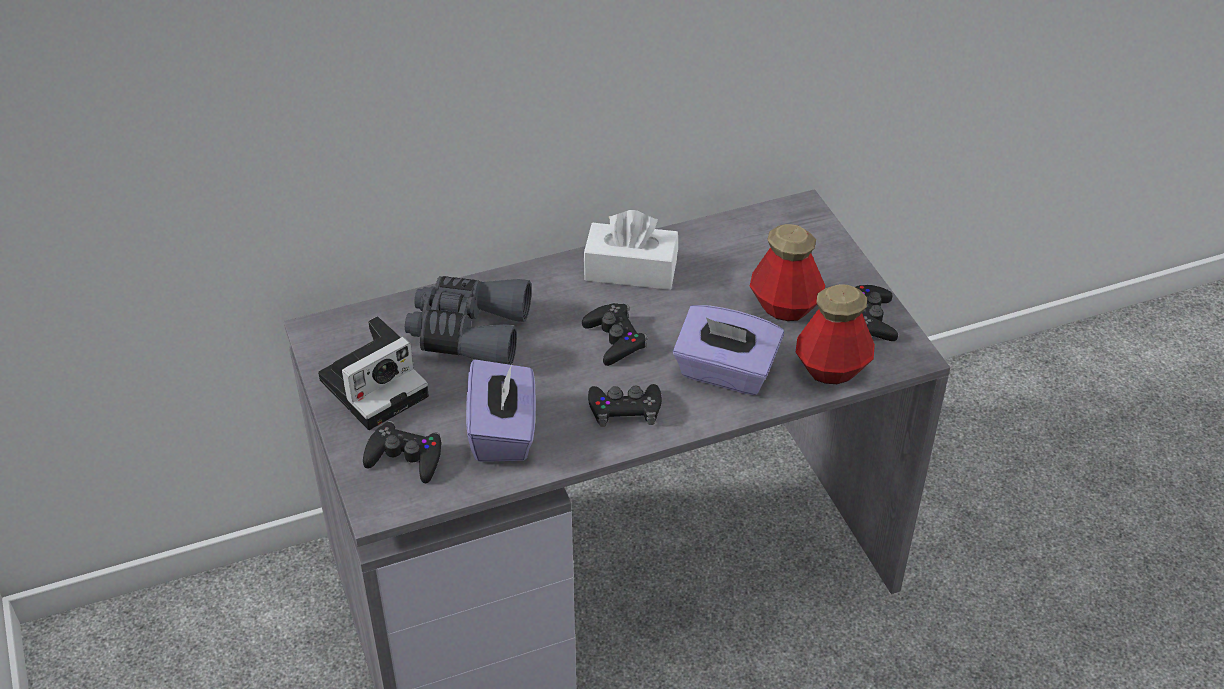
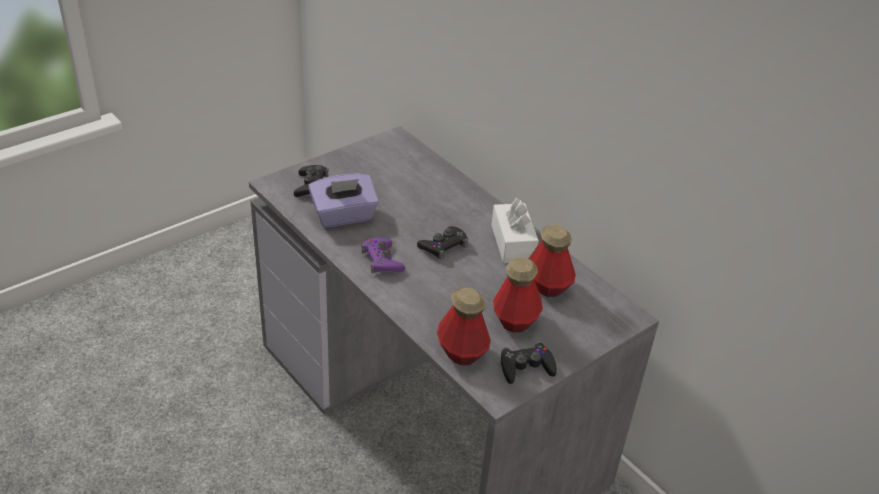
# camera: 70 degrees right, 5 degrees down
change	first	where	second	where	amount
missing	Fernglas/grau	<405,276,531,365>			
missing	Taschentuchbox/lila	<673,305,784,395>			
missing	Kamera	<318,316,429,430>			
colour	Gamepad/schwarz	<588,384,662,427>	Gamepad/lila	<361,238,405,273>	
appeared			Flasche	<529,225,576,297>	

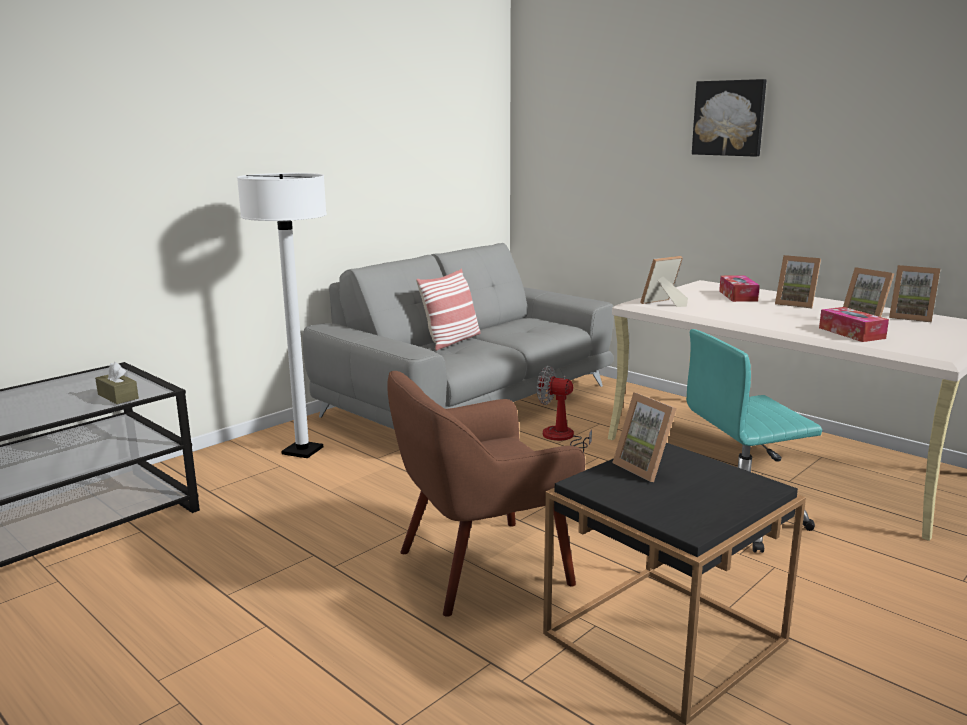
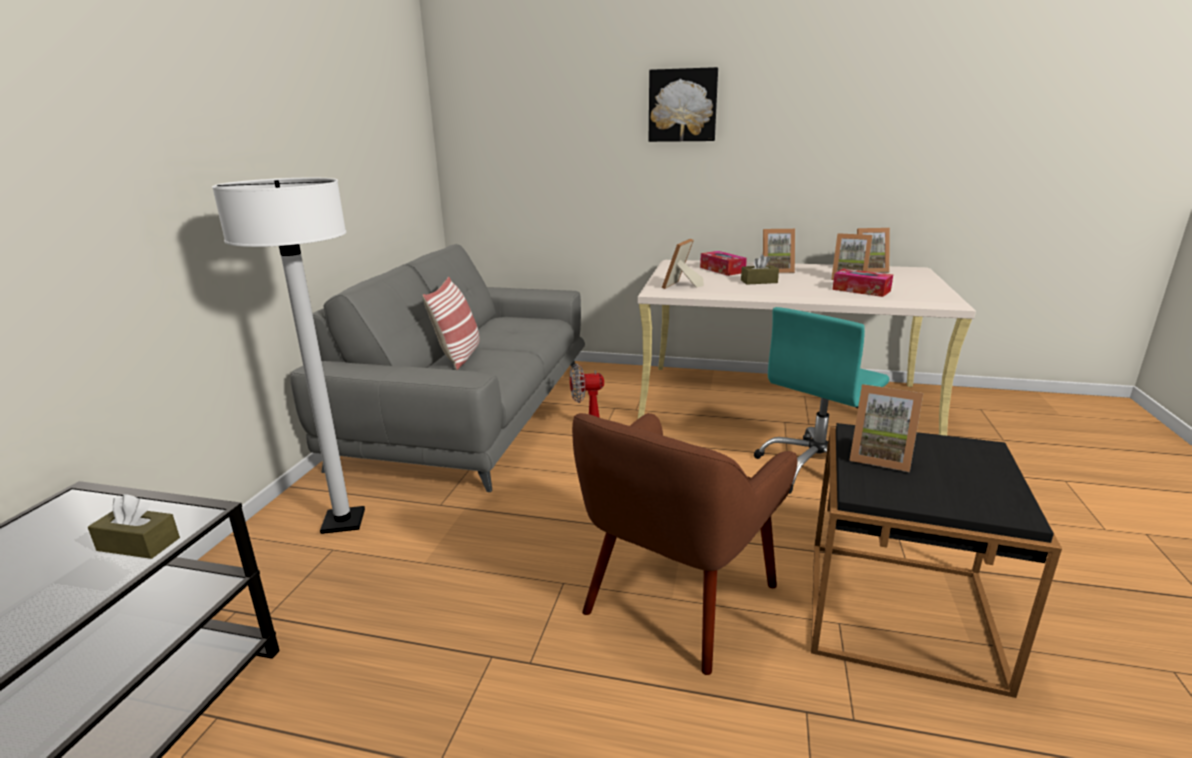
# camera: 30 degrees left, 5 degrees up
change	first	where	second	where	amount
appeared			Taschentuchbox/braun	<741,254,779,285>	

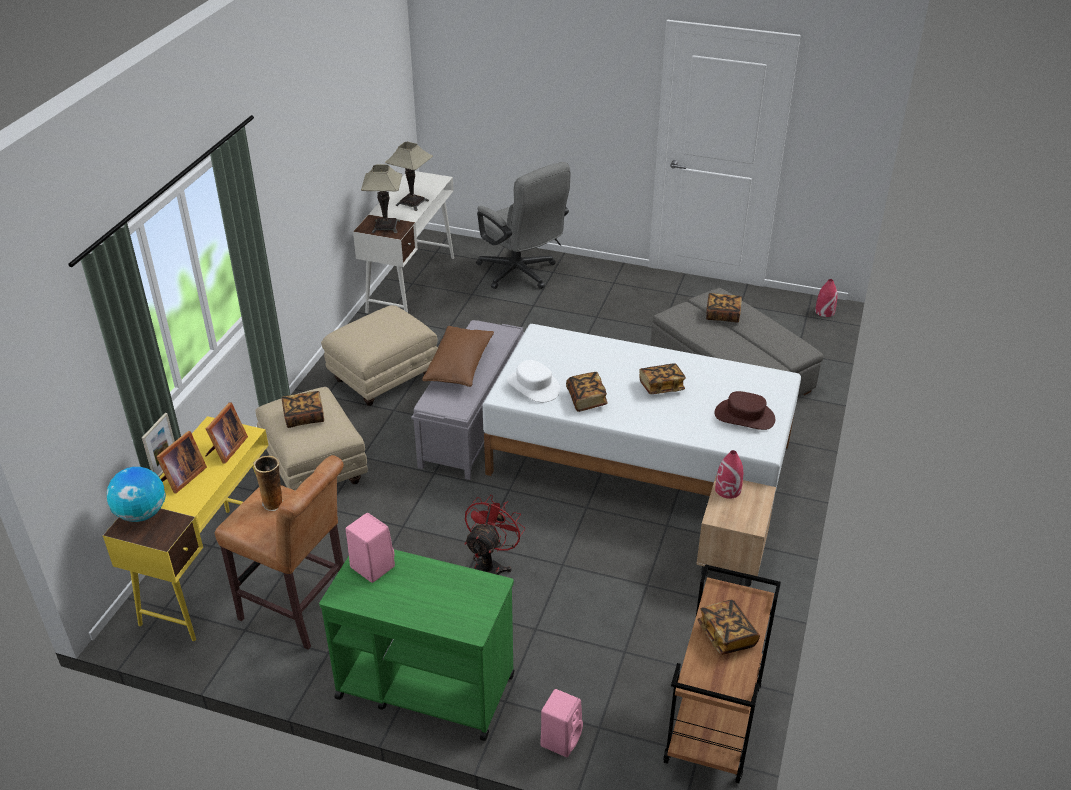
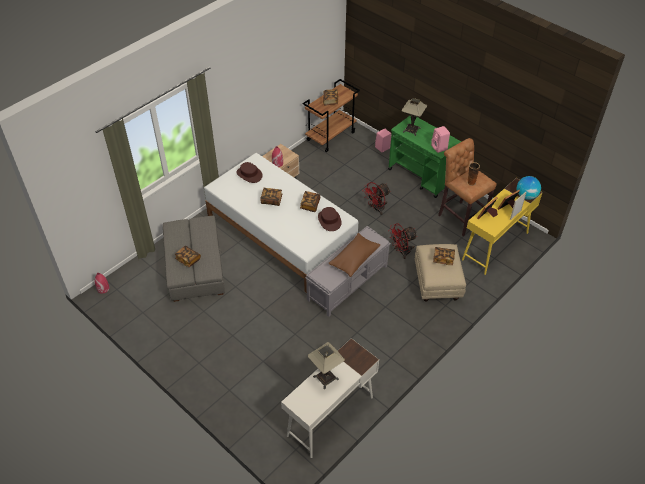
# camera: 155 degrees left, 10 degrees up
change	first	where	second	where	amount
missing	Bürostuhl/grau	<476,162,570,289>			
relocated	Tischlampe	<361,165,402,233>		<401,98,427,136>	
missing	Polsterhocker/beige	<321,305,438,406>			
colour	Hut/weiß	<507,360,560,402>	Hut/braun	<318,207,342,231>	
appeared			Ventilator/rot	<389,223,418,259>	

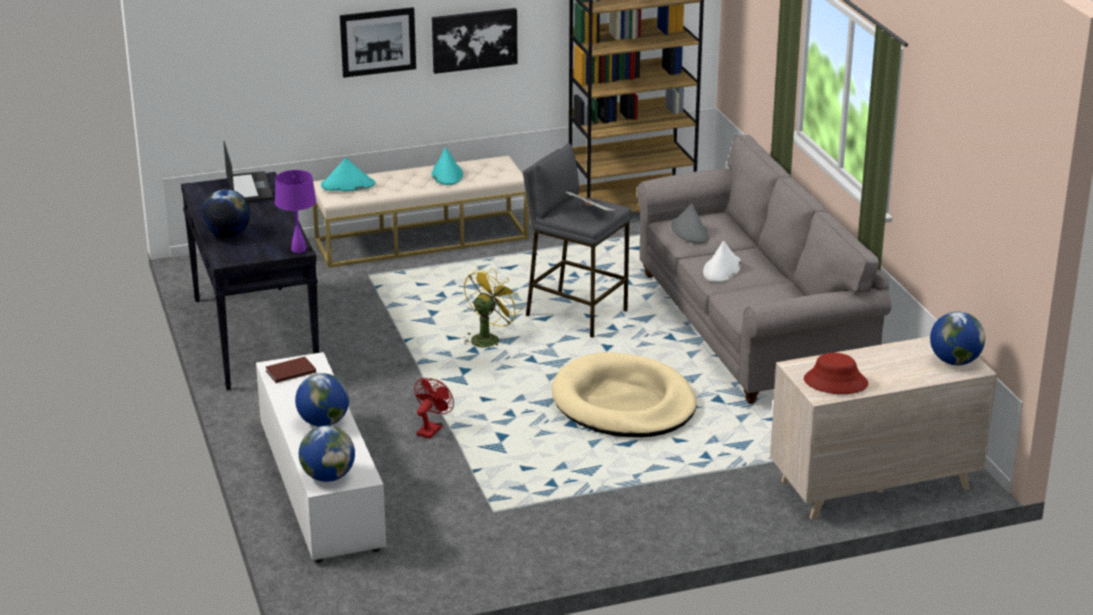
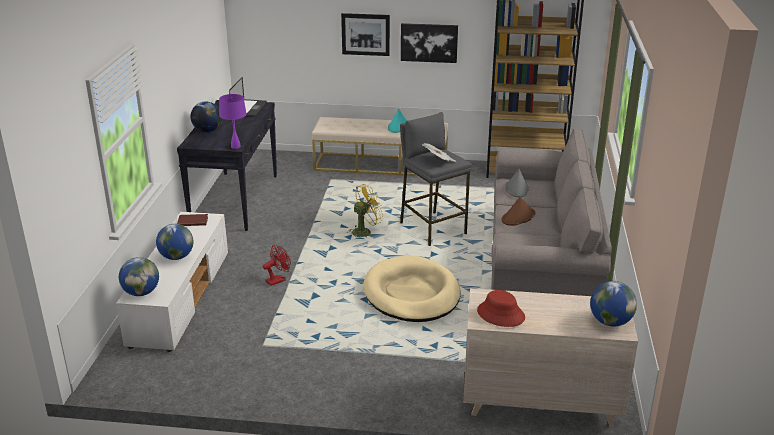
# camera: 25 degrees right, 0 degrees up
change	first	where	second	where	amount
missing	Hut/türkis	<321,158,375,191>			
colour	Hut/weiß	<703,241,741,282>	Hut/braun	<502,197,535,226>	

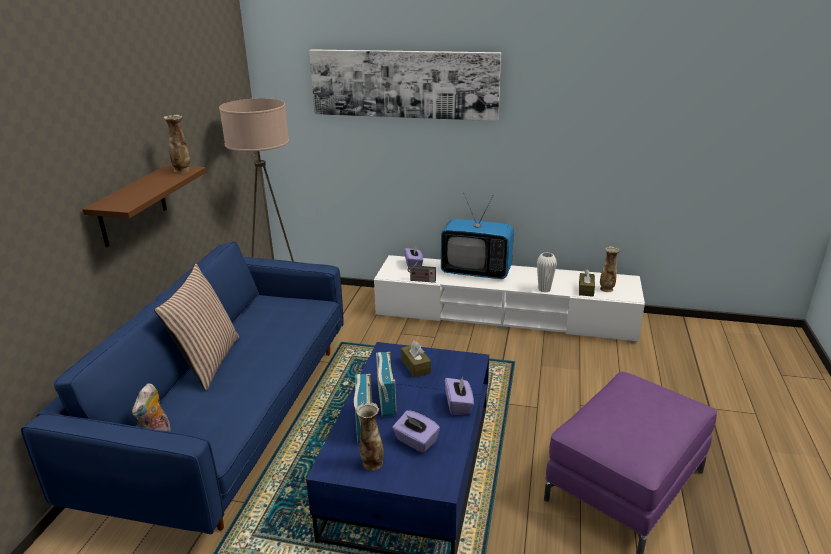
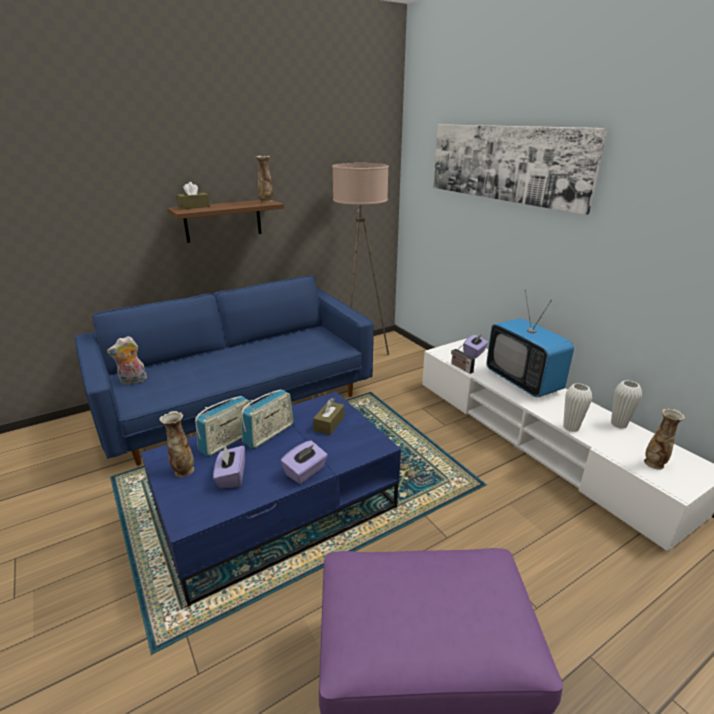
# camera: 45 degrees right, 0 degrees up
change	first	where	second	where	amount
missing	Kissen	<154,264,239,391>			
relocated	Taschentuchbox/braun	<579,269,595,297>		<176,182,210,209>	
appeared			Vase/weiß	<611,380,642,429>	

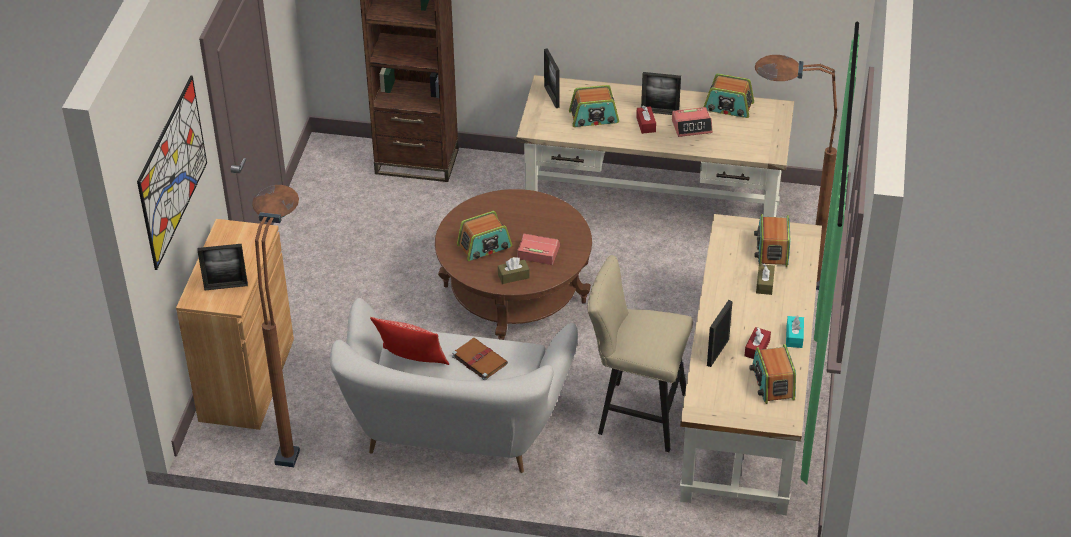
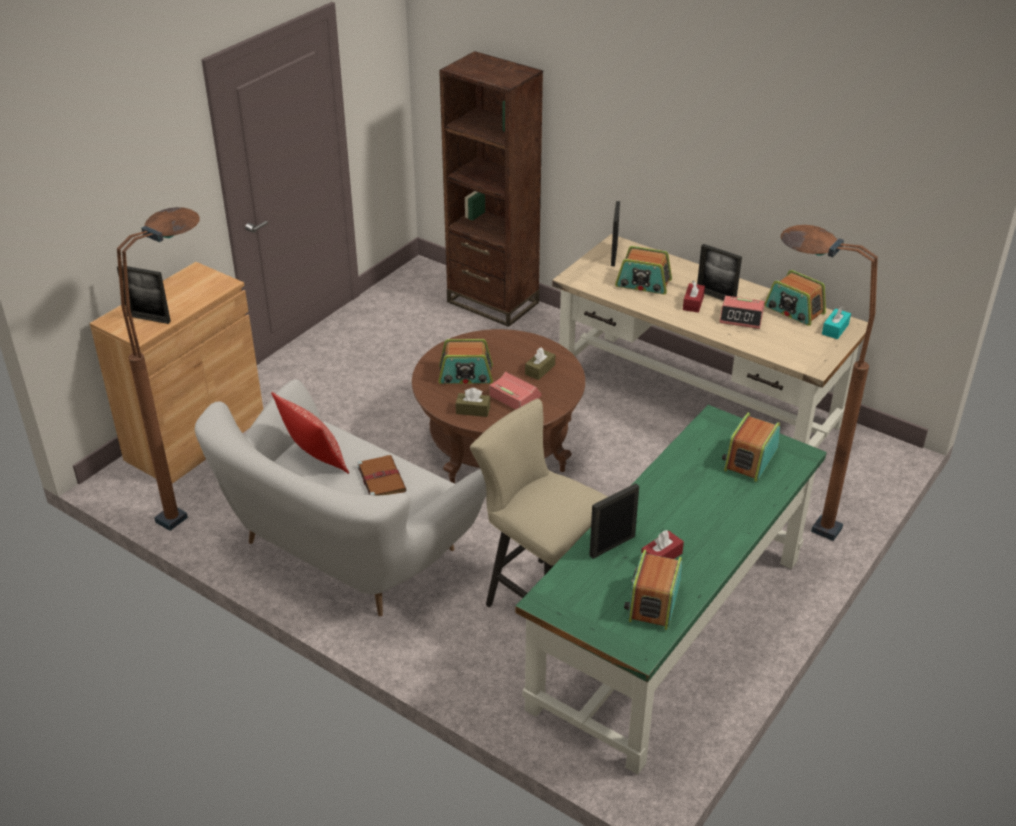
# camera: 25 degrees right, 5 degrees down
change	first	where	second	where	amount
missing	Bild	<137,76,207,270>			
colour	Schreibtisch/beige	<680,214,822,515>	Schreibtisch/grün	<515,405,827,774>	
relocated	Taschentuchbox/braun	<756,264,775,295>		<525,347,555,380>	
relocated	Taschentuchbox/türkis	<786,315,804,348>		<822,306,851,339>	

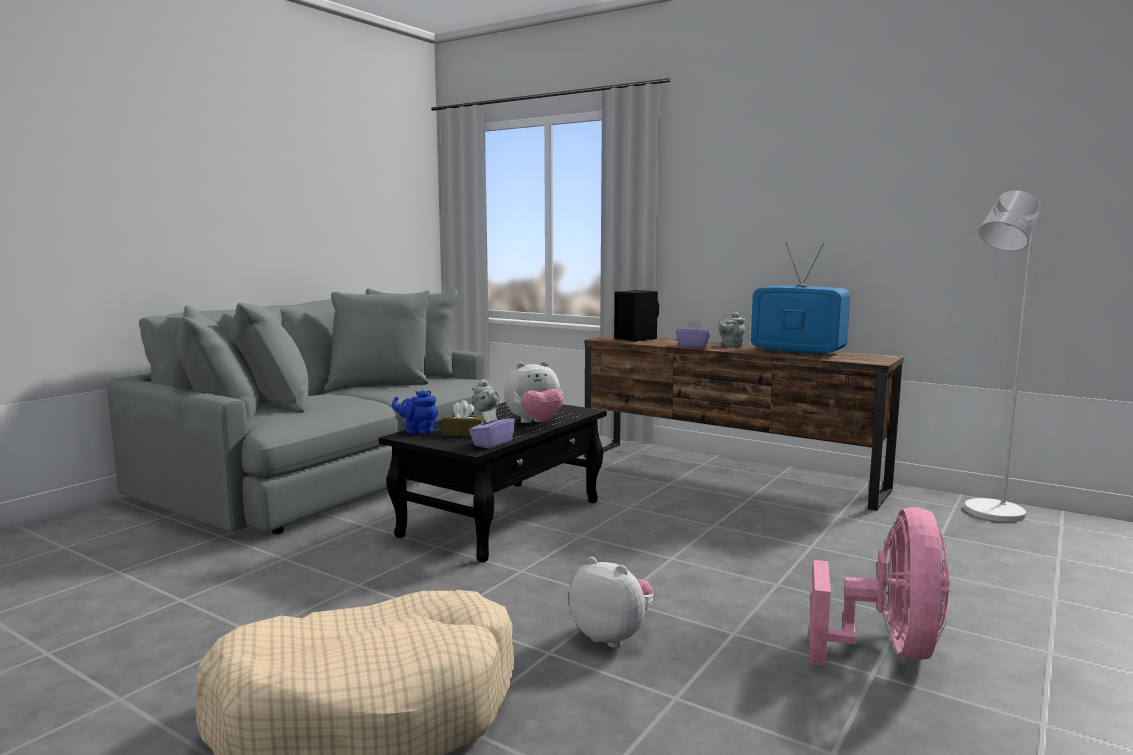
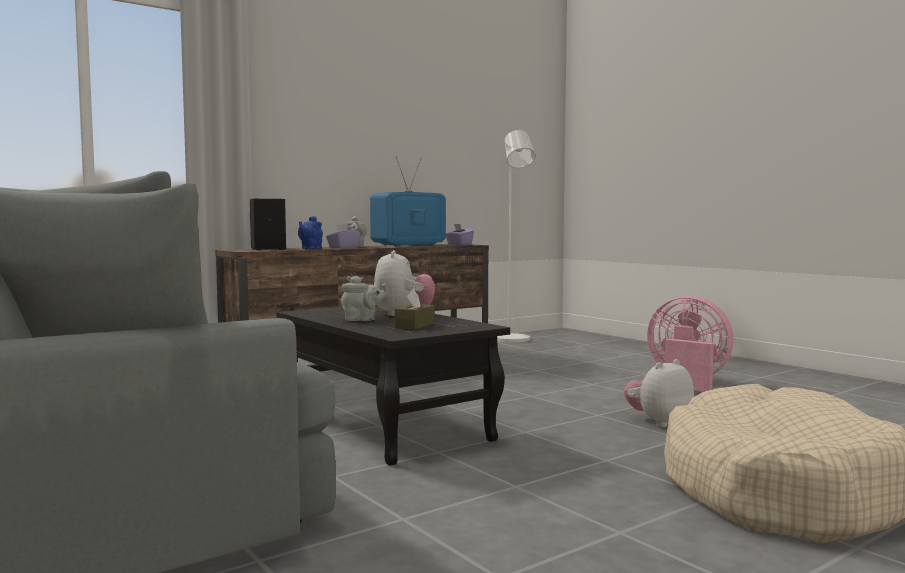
# camera: 70 degrees left, 5 degrees down
change	first	where	second	where	amount
relocated	Teekanne/blau	<392,390,438,434>		<298,216,323,249>	
relocated	Taschentuchbox/lila	<469,409,516,449>		<446,224,474,245>	

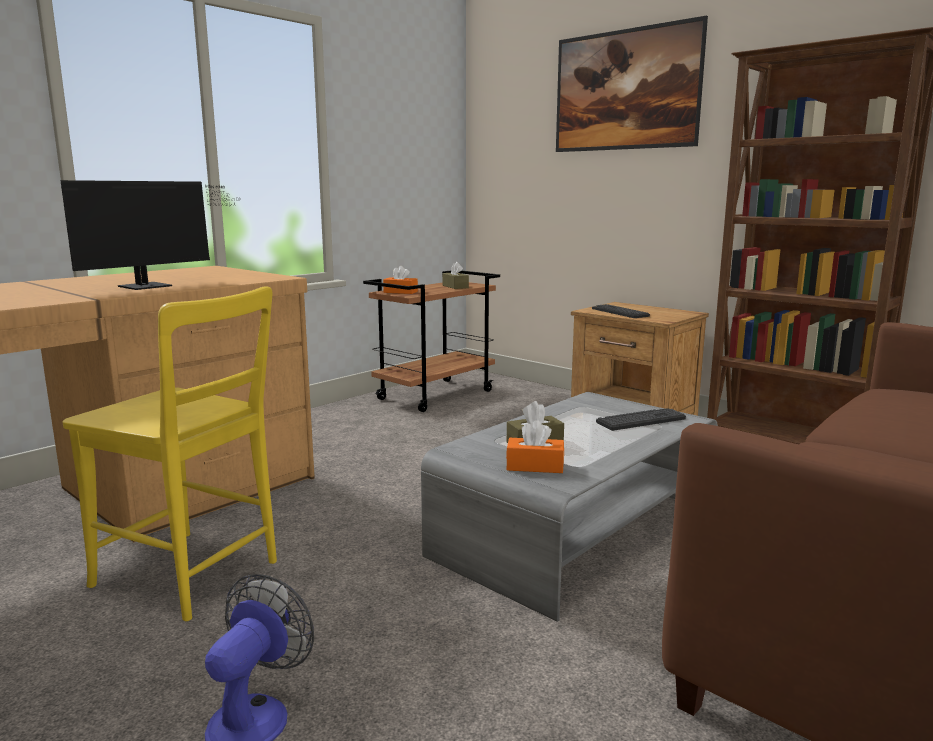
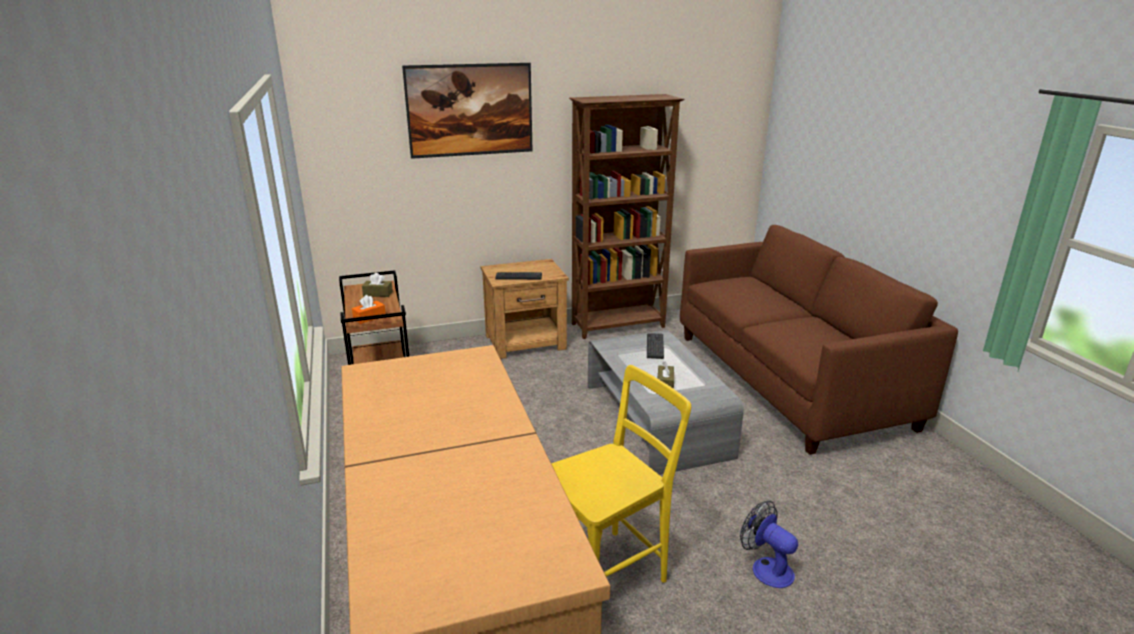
# camera: 60 degrees left, 10 degrees up
change	first	where	second	where	amount
missing	Monitor	<60,180,241,290>			
missing	Taschentuchbox/orange	<506,420,564,473>			

